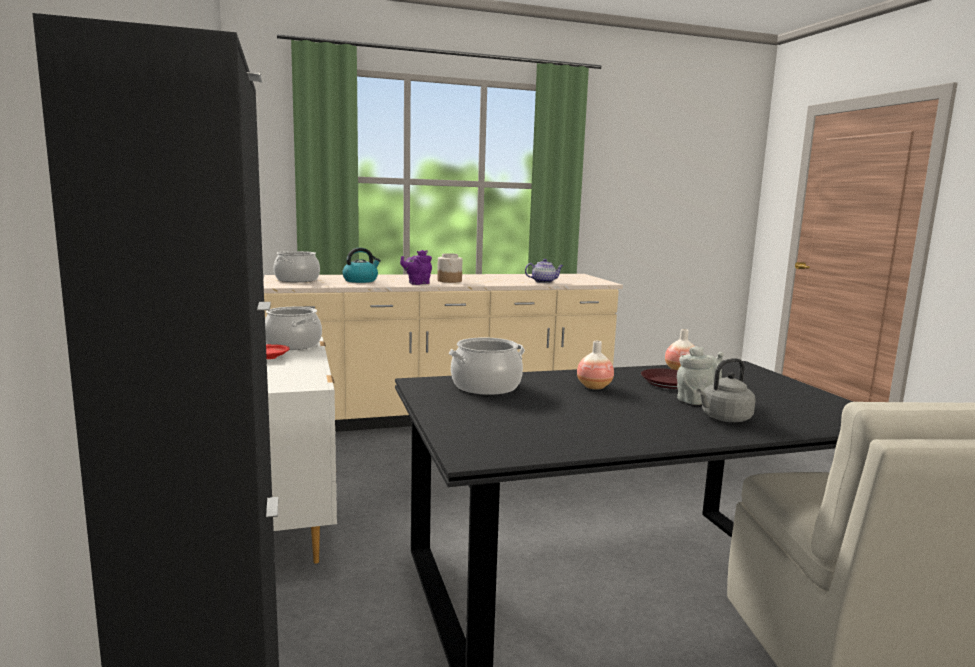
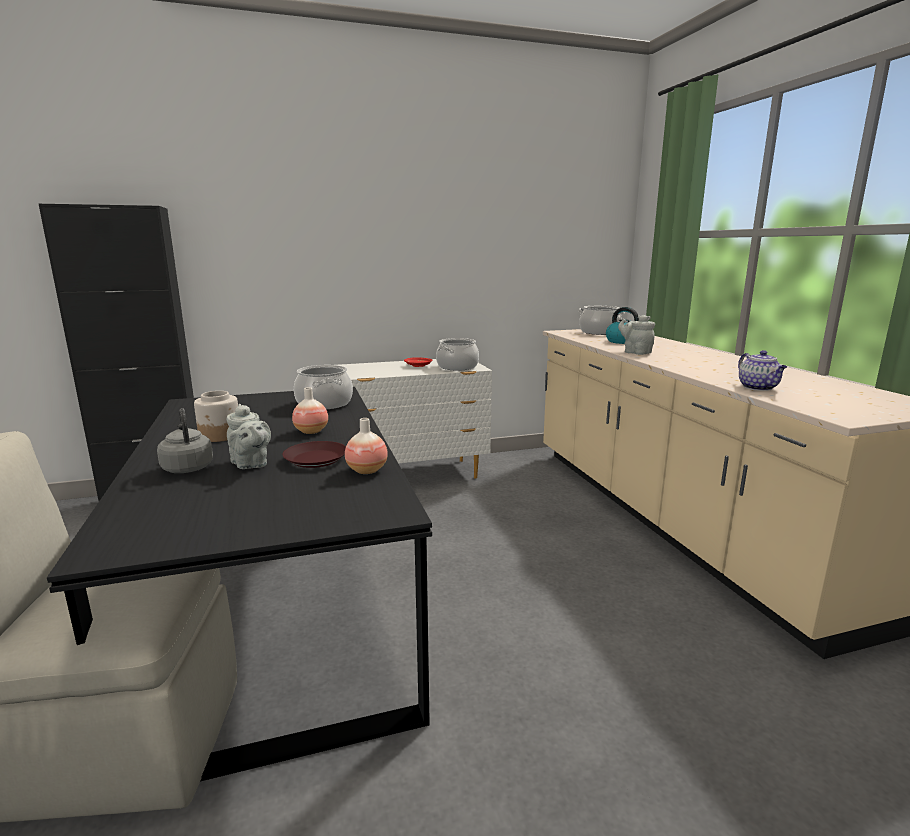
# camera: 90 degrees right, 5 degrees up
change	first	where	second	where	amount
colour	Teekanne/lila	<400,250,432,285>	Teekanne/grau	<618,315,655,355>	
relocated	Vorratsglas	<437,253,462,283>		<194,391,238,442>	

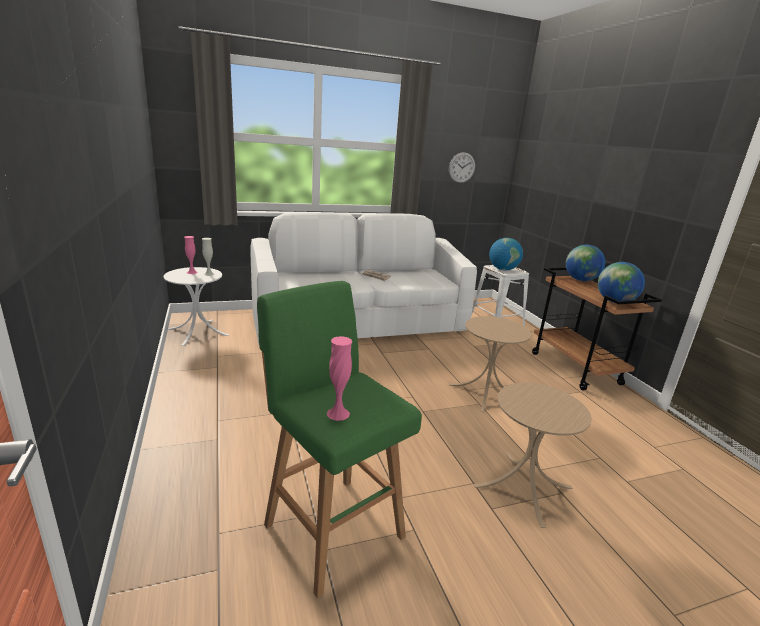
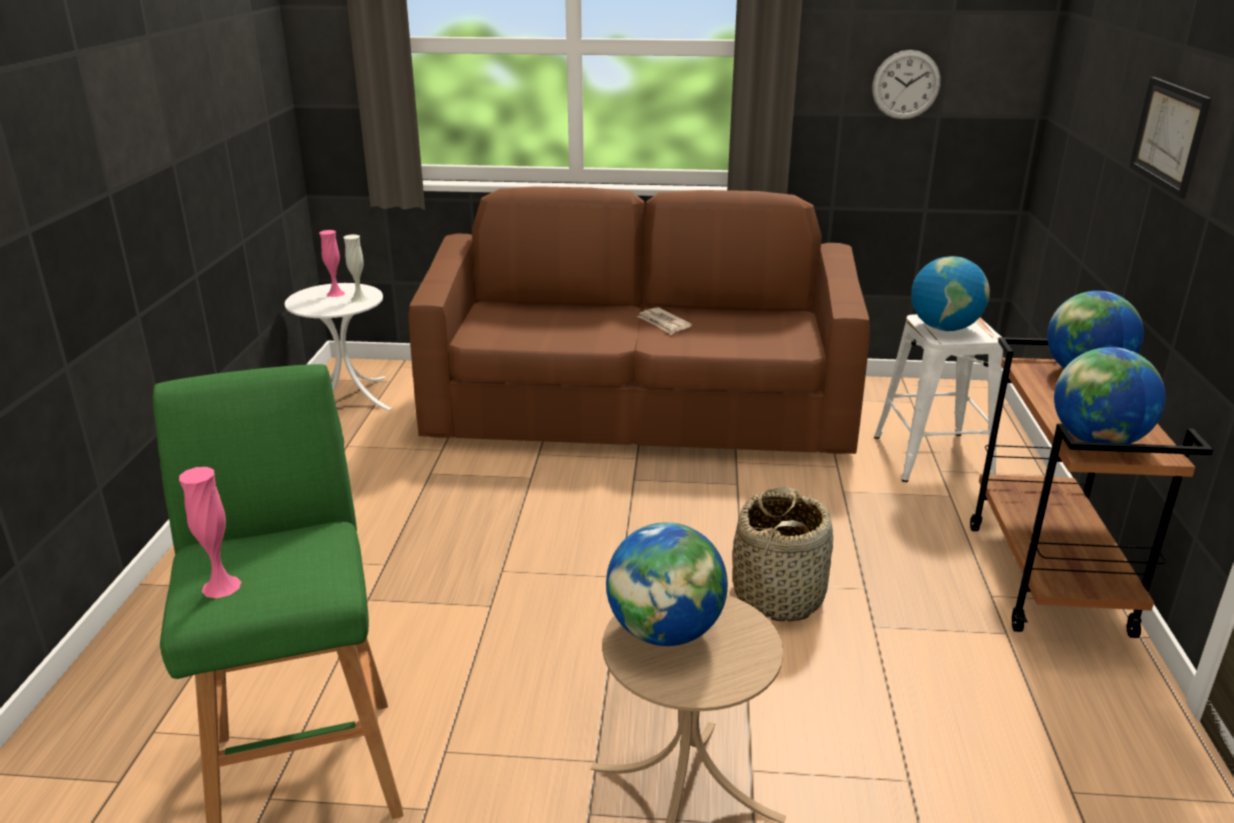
# camera: 25 degrees right, 5 degrees up
change	first	where	second	where	amount
colour	Sofa/weiß	<250,212,477,344>	Sofa/braun	<408,186,870,454>	
exchanged	Beistelltisch/beige	<449,316,531,412>	Korb	<732,487,833,621>	
appeared			Bild	<1129,77,1212,199>	
appeared			Globus	<606,522,728,646>	

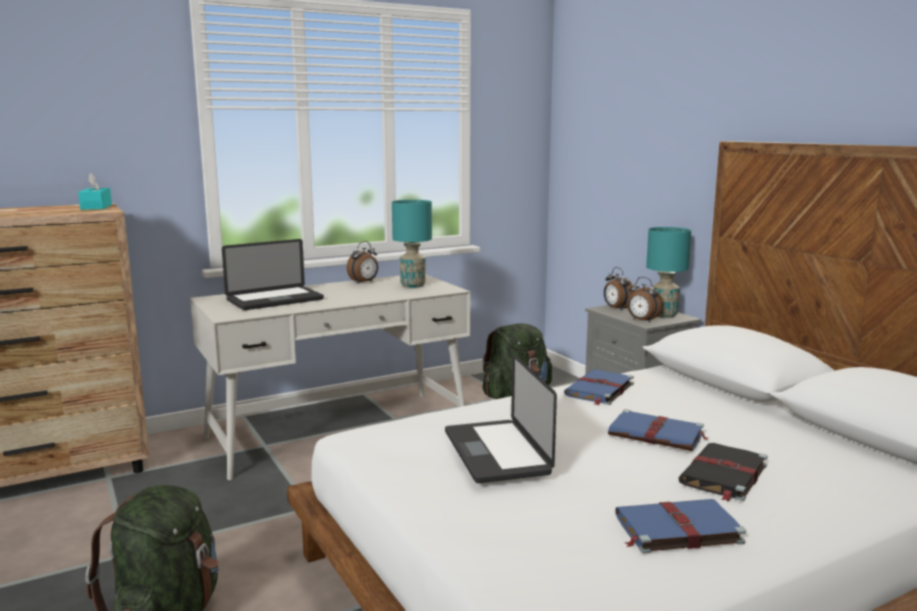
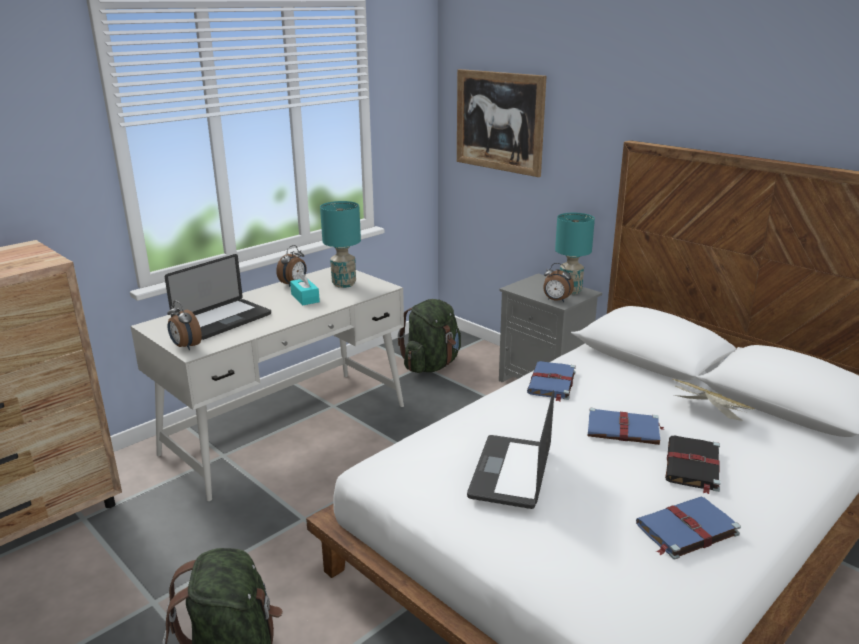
# camera: 15 degrees left, 10 degrees up
change	first	where	second	where	amount
relocated	Taschentuchbox/türkis	<78,173,112,210>		<290,271,320,305>	
relocated	Wecker	<604,267,635,311>		<167,300,202,350>	
spun	Laptop	<445,354,557,483>		<467,390,554,509>	45 degrees clockwise
appeared			Bild	<457,69,547,177>	
appeared			Buch	<672,378,755,421>	

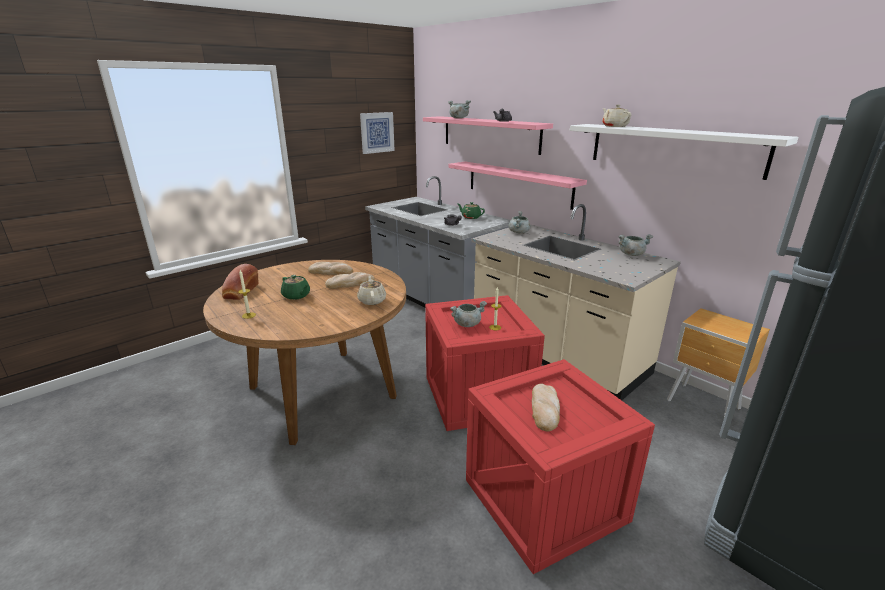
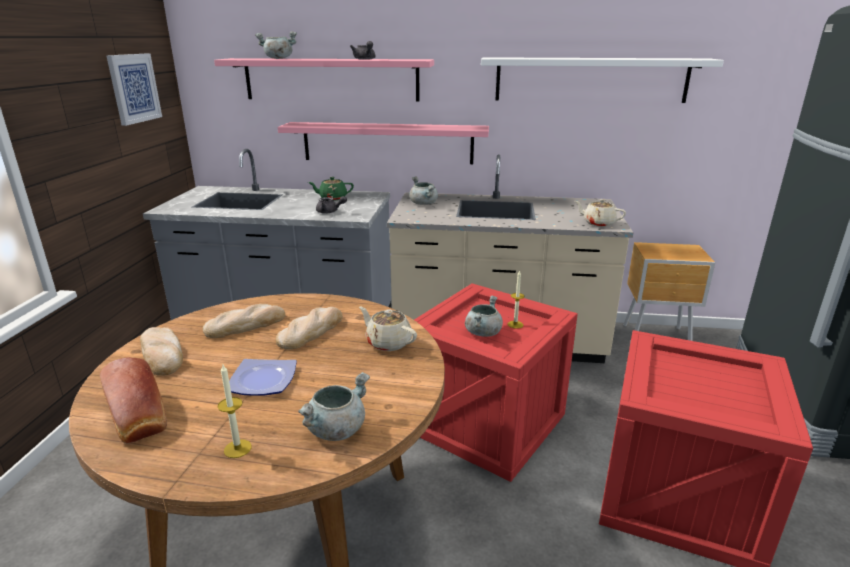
# camera: 40 degrees left, 0 degrees up
change	first	where	second	where	amount
relocated	Teekanne/beige	<602,104,632,127>		<575,199,626,227>	
relocated	Kochtopf/grau	<618,234,653,256>		<298,372,370,441>	
exchanged	Teekanne/grün	<281,275,310,300>	Teller	<229,359,297,396>	
relocated	Brot	<532,383,560,431>		<140,327,183,376>	

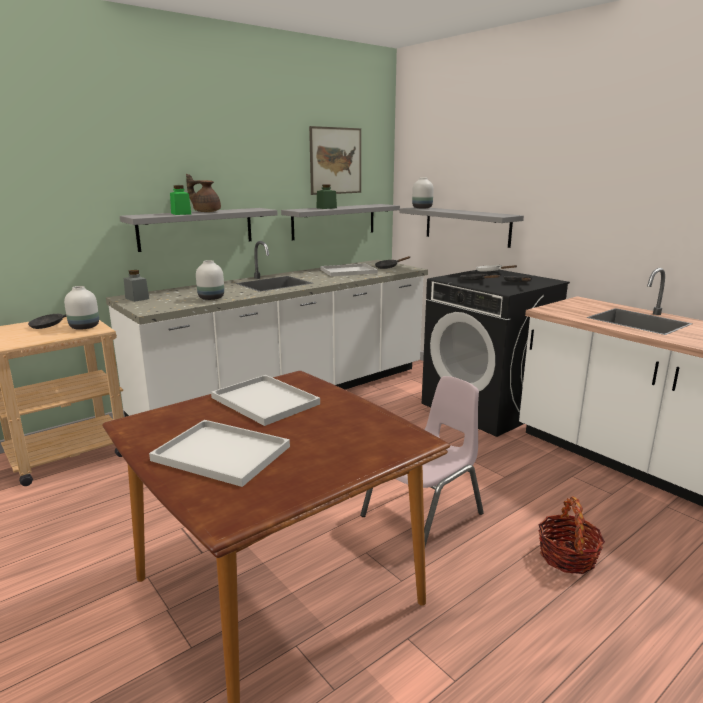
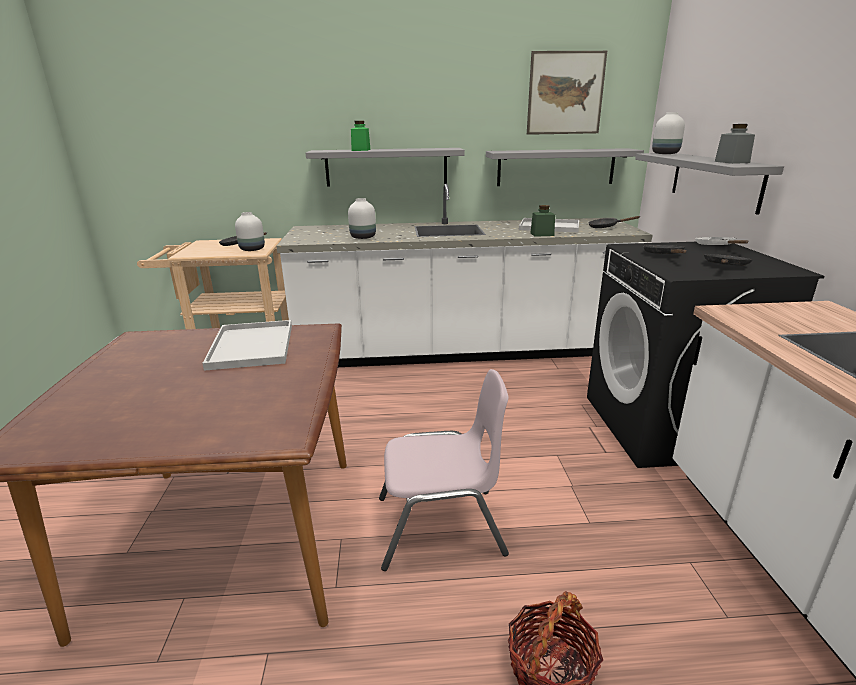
# camera: 35 degrees right, 5 degrees up
change	first	where	second	where	amount
missing	Teekanne/braun	<186,174,221,212>			
relocated	Vorratsglas/grün	<316,184,337,209>		<530,205,555,237>	
relocated	Vorratsglas/grau	<124,270,149,302>		<715,124,755,164>	
missing	Tablett/weiß	<149,420,290,487>			

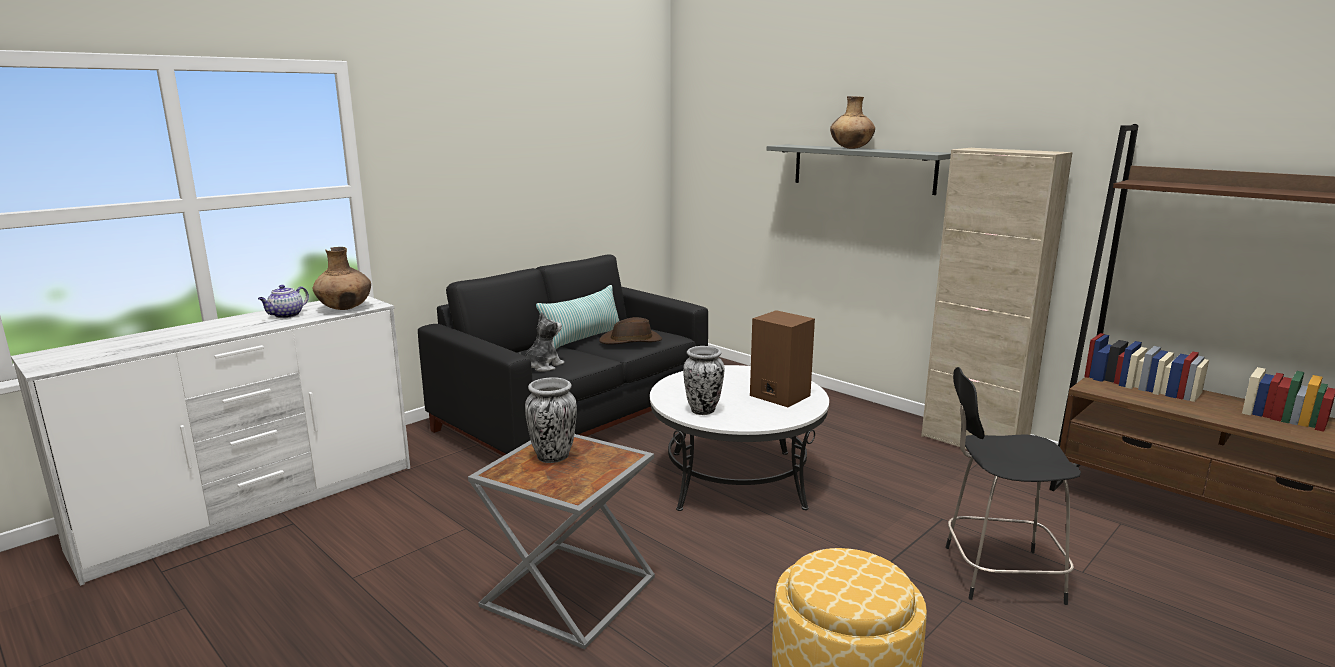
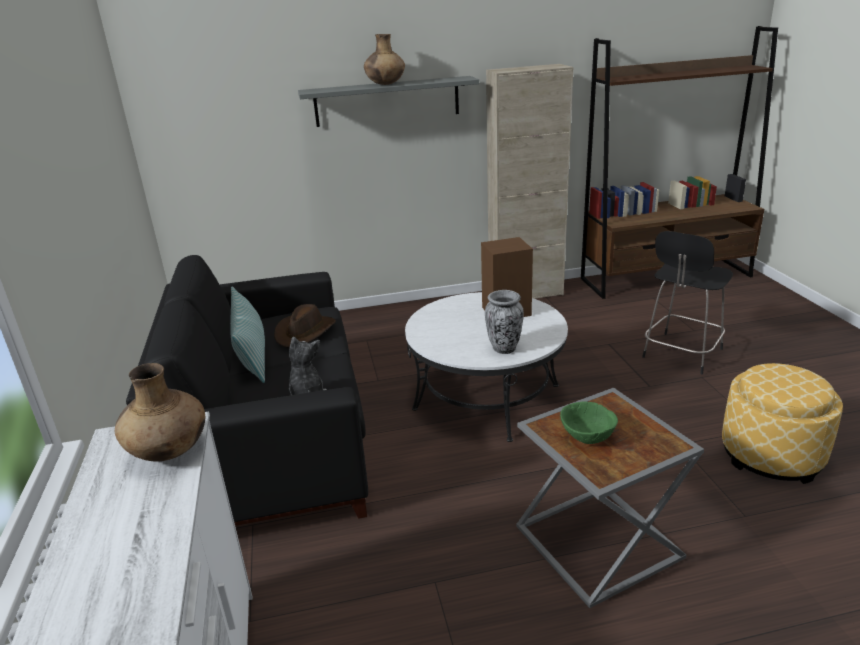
# camera: 55 degrees left, 10 degrees up
change	first	where	second	where	amount
missing	Teekanne	<258,285,309,318>			
exchanged	Vase	<525,377,577,463>	Schüssel/grün	<560,401,618,444>	

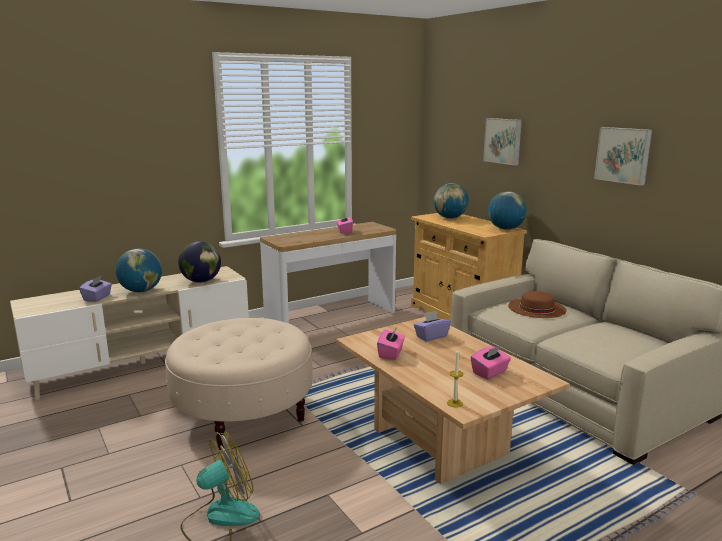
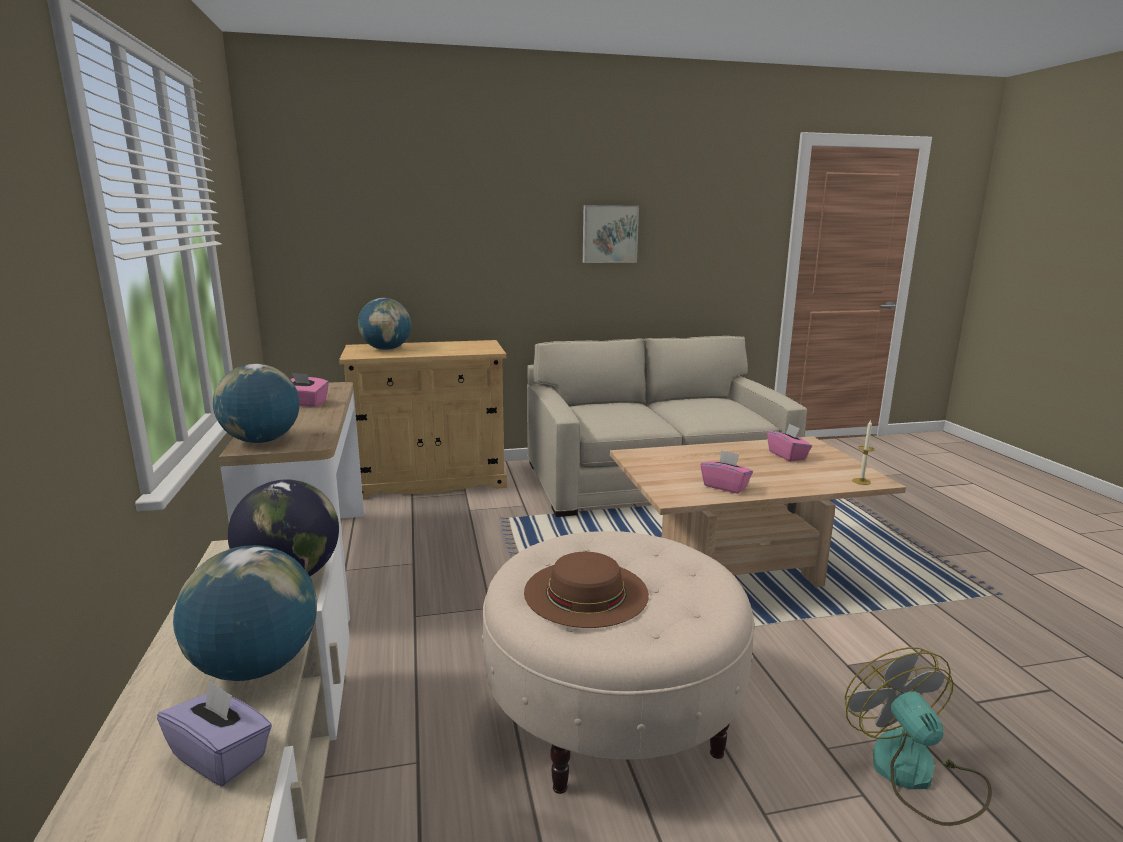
# camera: 70 degrees left, 0 degrees up
change	first	where	second	where	amount
missing	Bild	<483,118,522,165>			
relocated	Globus	<488,191,527,230>		<213,364,299,443>	
relocated	Hut/braun	<508,291,566,318>		<524,552,649,628>	
missing	Taschentuchbox/lila	<414,311,451,341>			

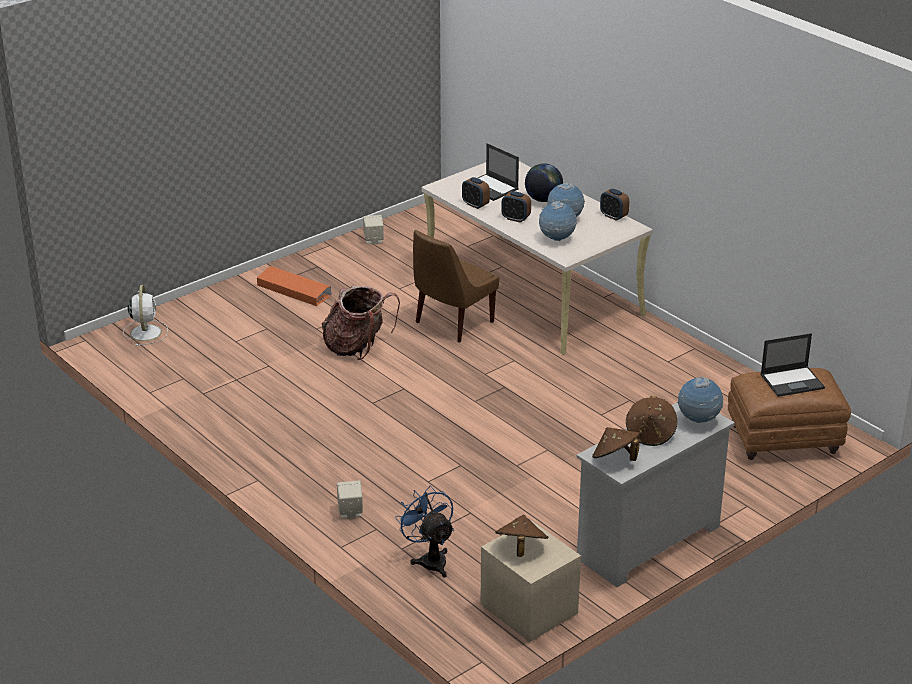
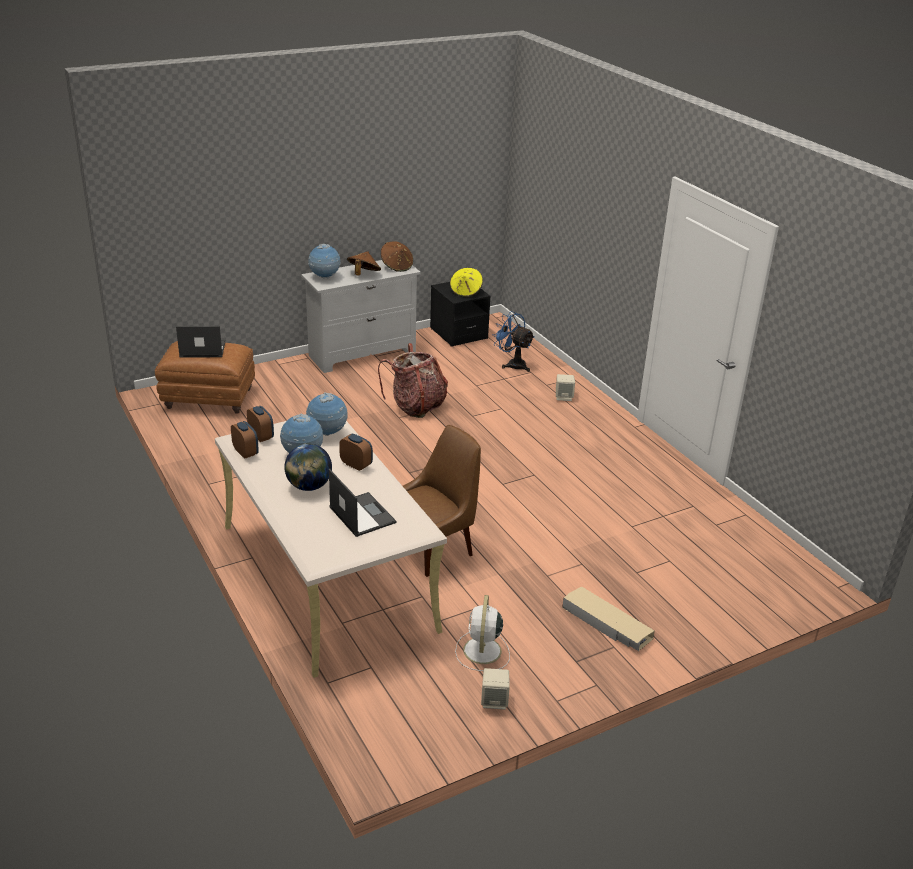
# camera: 170 degrees left, 0 degrees up
change	first	where	second	where	amount
relocated	Wecker	<462,177,490,209>		<247,406,274,442>	
colour	Aufbewahrungsbox/orange	<257,266,331,306>	Aufbewahrungsbox/beige	<562,586,655,651>	
relocated	Ventilator/weiß	<123,285,168,346>		<455,595,510,671>	
relocated	Rucksack	<322,285,400,360>		<378,343,448,418>	
spun	Ventilator/blau	<395,486,454,577>		<492,311,535,372>	150 degrees clockwise
colour	Hut/braun	<495,515,548,557>	Hut/gelb	<450,268,483,297>	
colour	Nachttisch/beige	<480,520,581,642>	Nachttisch/schwarz	<430,282,491,347>	

